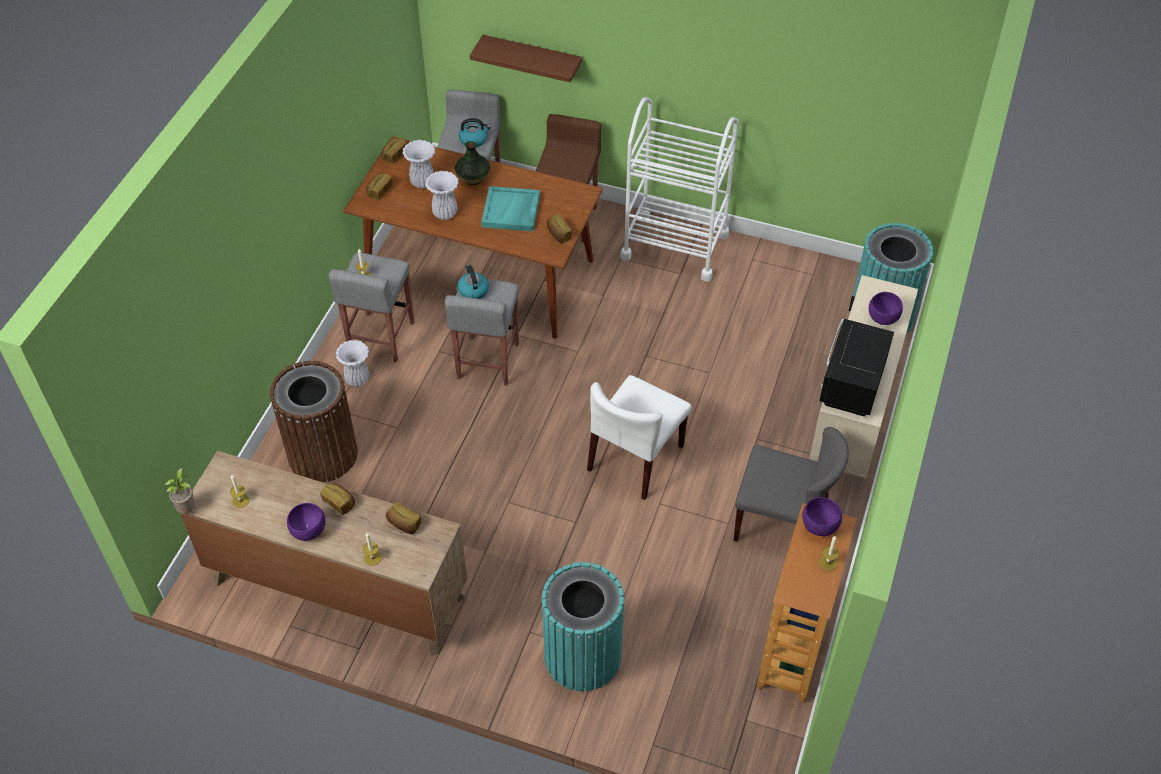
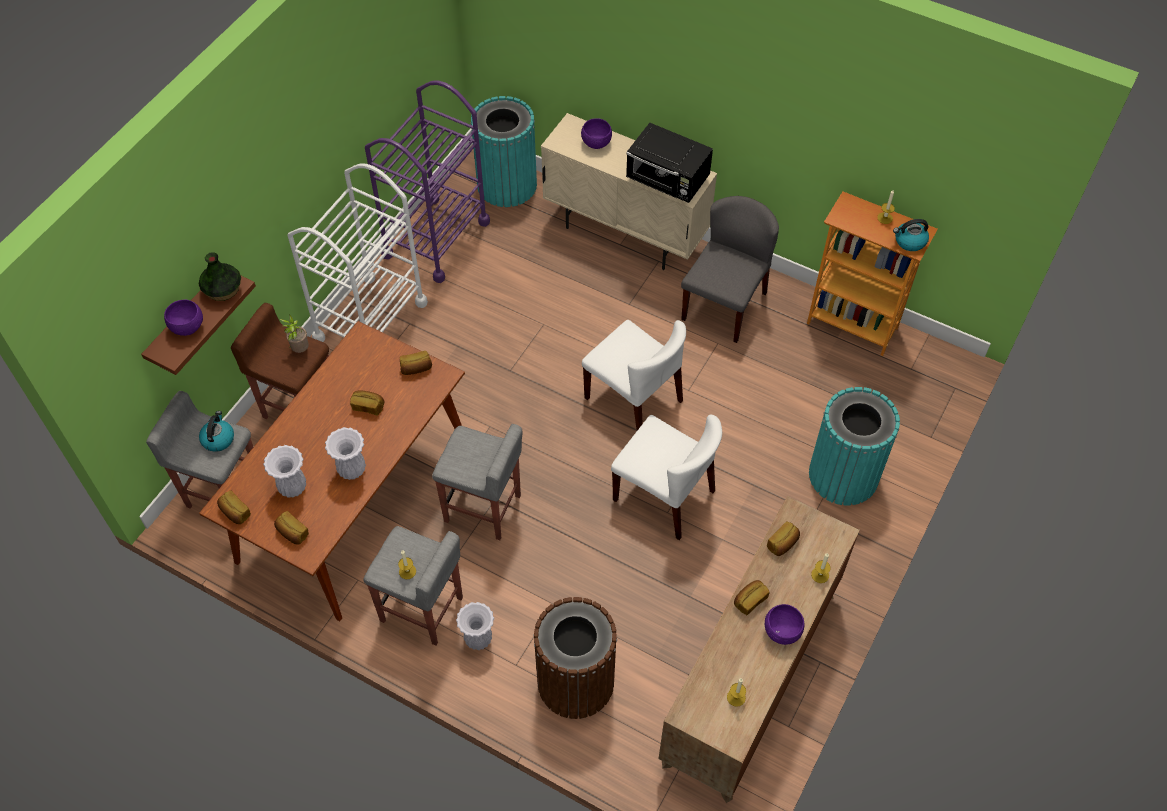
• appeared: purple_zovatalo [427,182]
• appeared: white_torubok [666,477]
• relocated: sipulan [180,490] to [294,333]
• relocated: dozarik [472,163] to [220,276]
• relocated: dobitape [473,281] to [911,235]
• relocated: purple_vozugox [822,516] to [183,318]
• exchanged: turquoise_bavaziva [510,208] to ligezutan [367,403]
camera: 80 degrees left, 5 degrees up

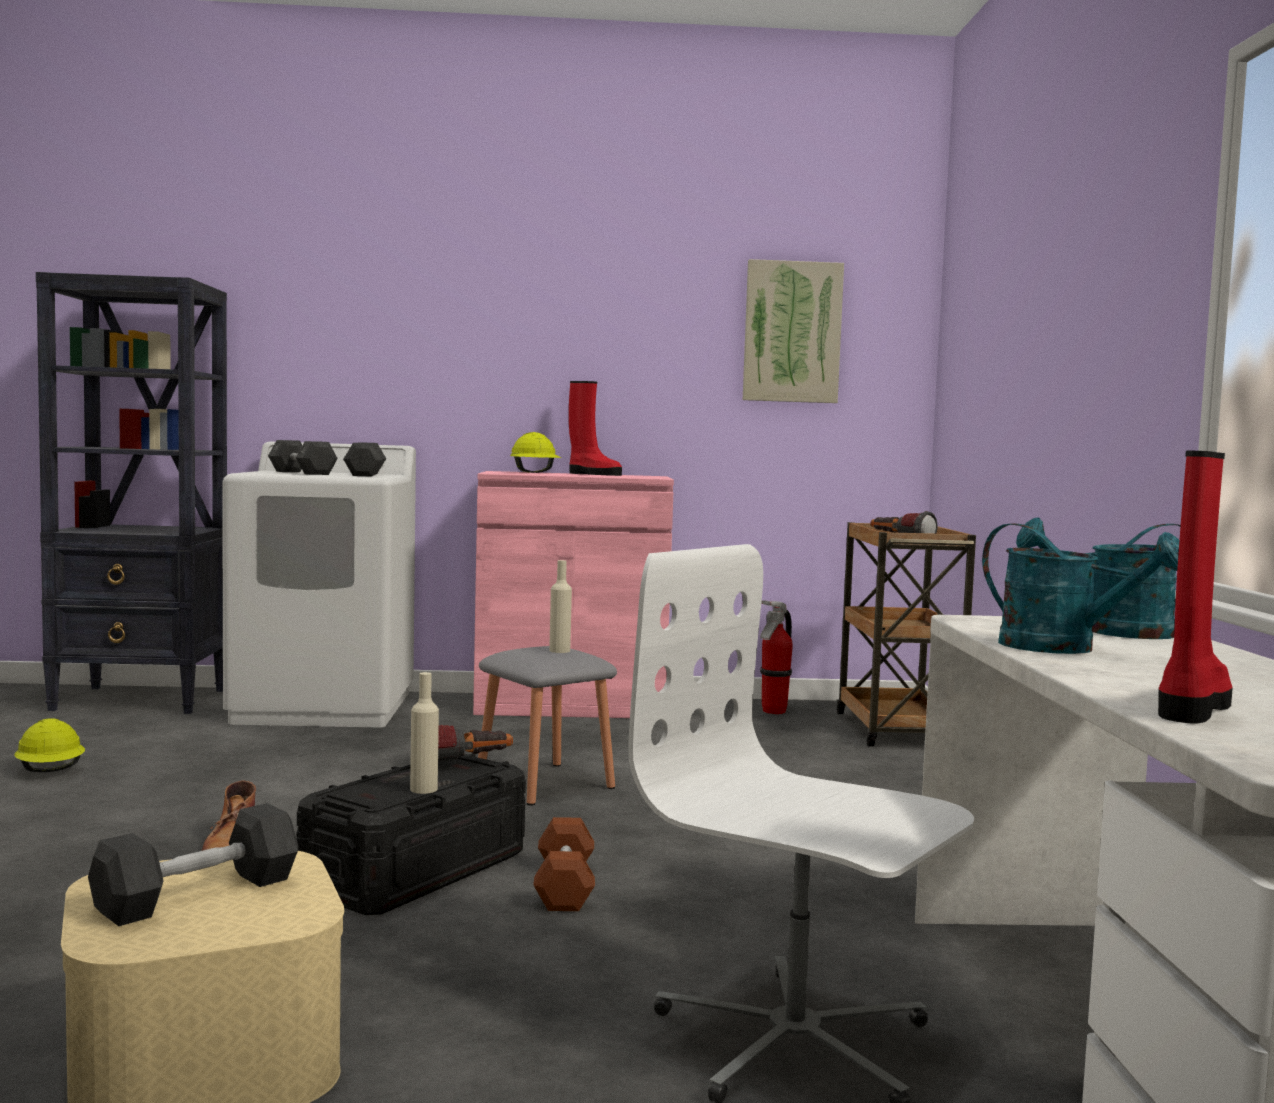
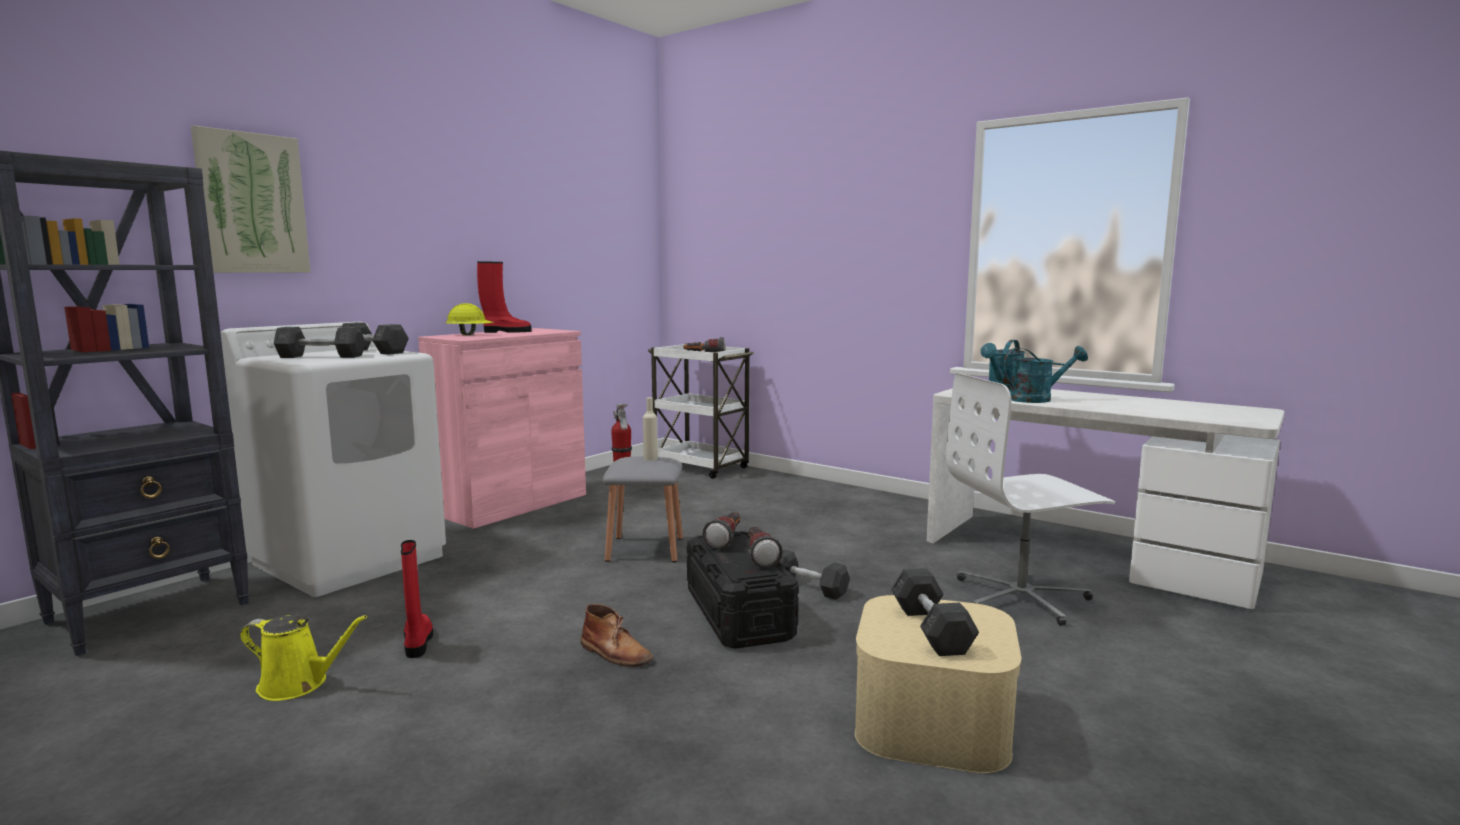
• relocated: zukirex [793,331] to [250,199]
• relocated: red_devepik [1195,587] to [417,599]
• exchanged: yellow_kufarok [49,745] to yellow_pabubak [303,658]
• exchanged: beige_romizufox [424,733] to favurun [766,548]
• colour: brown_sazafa [564,864] to grey_sazafa [815,574]
• colour: brown_zovatalo [906,634] to white_zovatalo [701,411]
camera: 50 degrees left, 5 degrees up

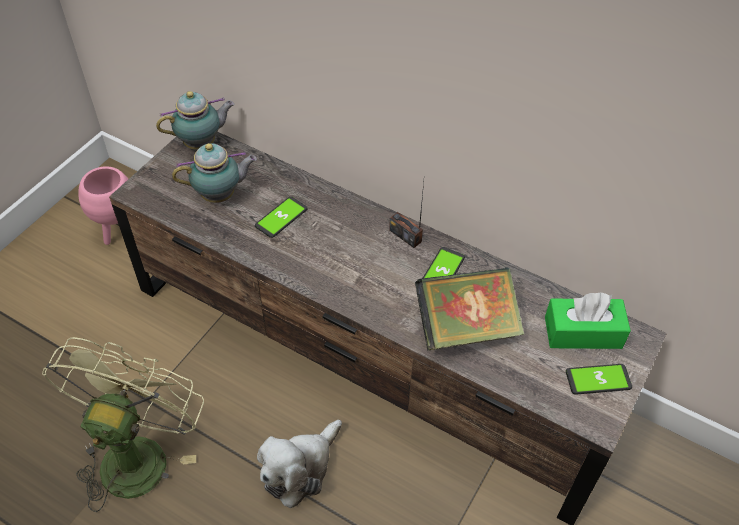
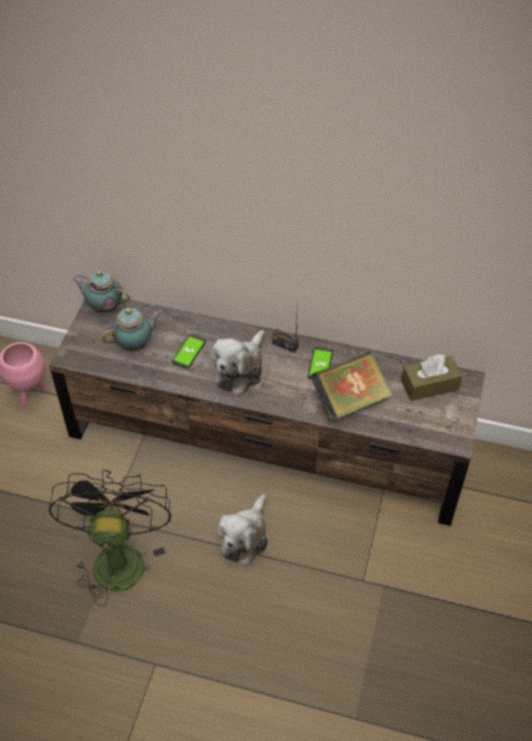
• missing: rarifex [599,379]
• appeared: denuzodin [238,363]
• colour: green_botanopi [123,424] to black_botanopi [110,538]
• colour: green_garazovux [588,320] to brown_garazovux [431,377]
• spun: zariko [195,120] = [101,292] 120 degrees counterclockwise
camera: 15 degrees left, 0 degrees up

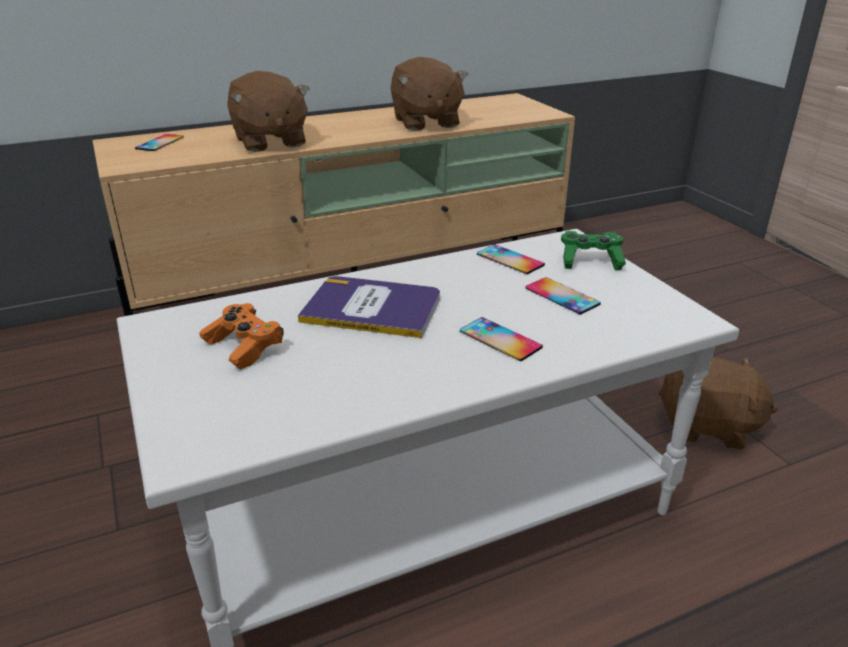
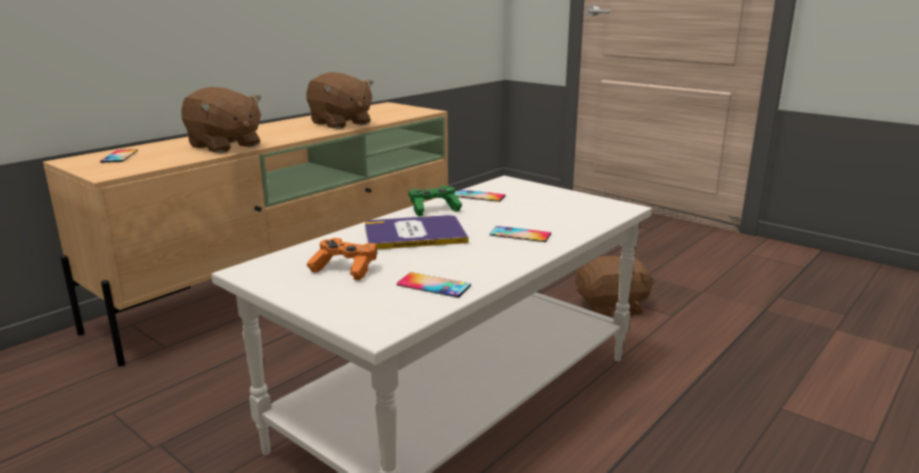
• relocated: rarifex [563,295] to [434,285]
• relocated: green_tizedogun [593,250] to [435,201]
camera: 25 degrees left, 10 degrees down

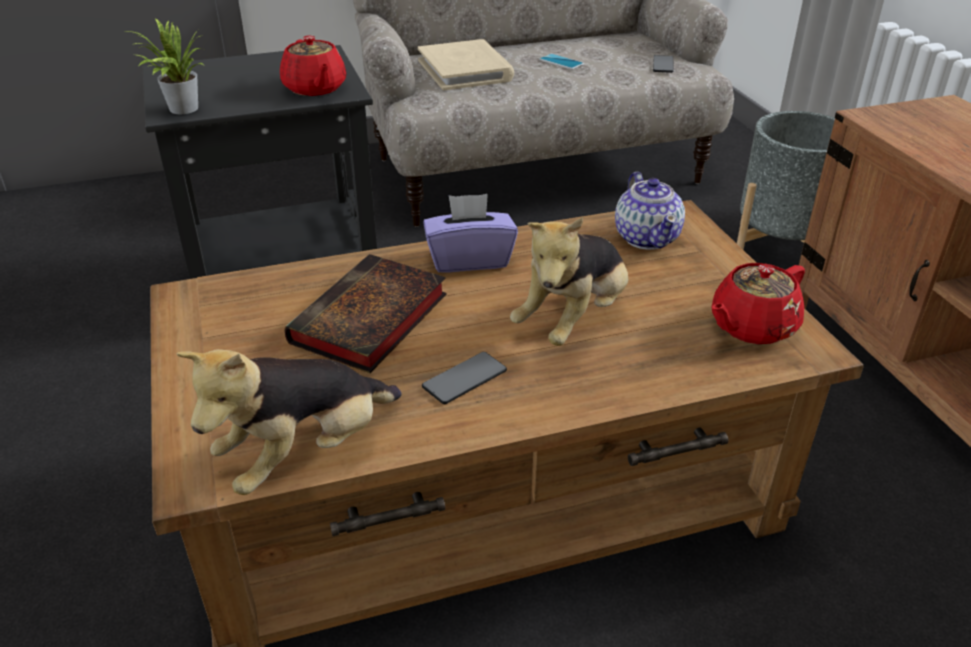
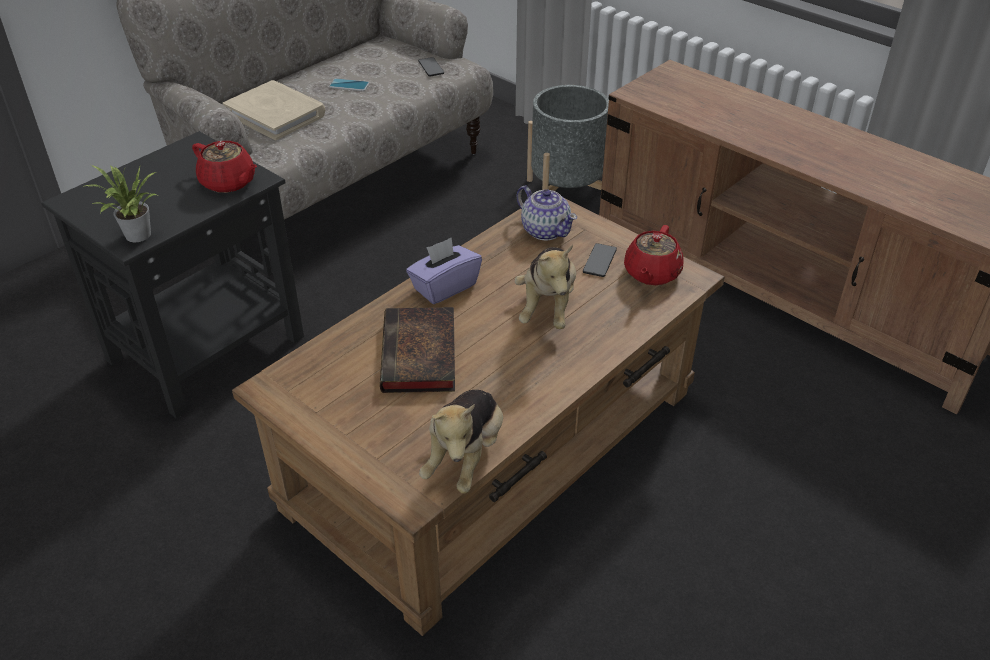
• relocated: rarifex [464,378] to [600,260]
camera: 30 degrees left, 5 degrees up

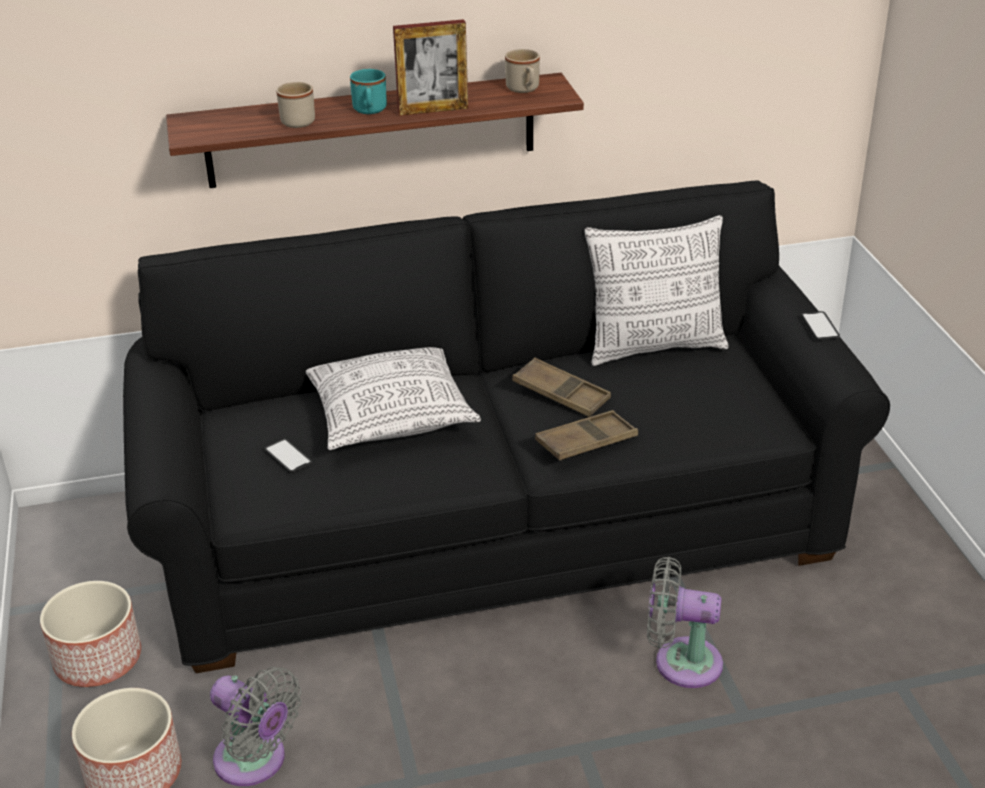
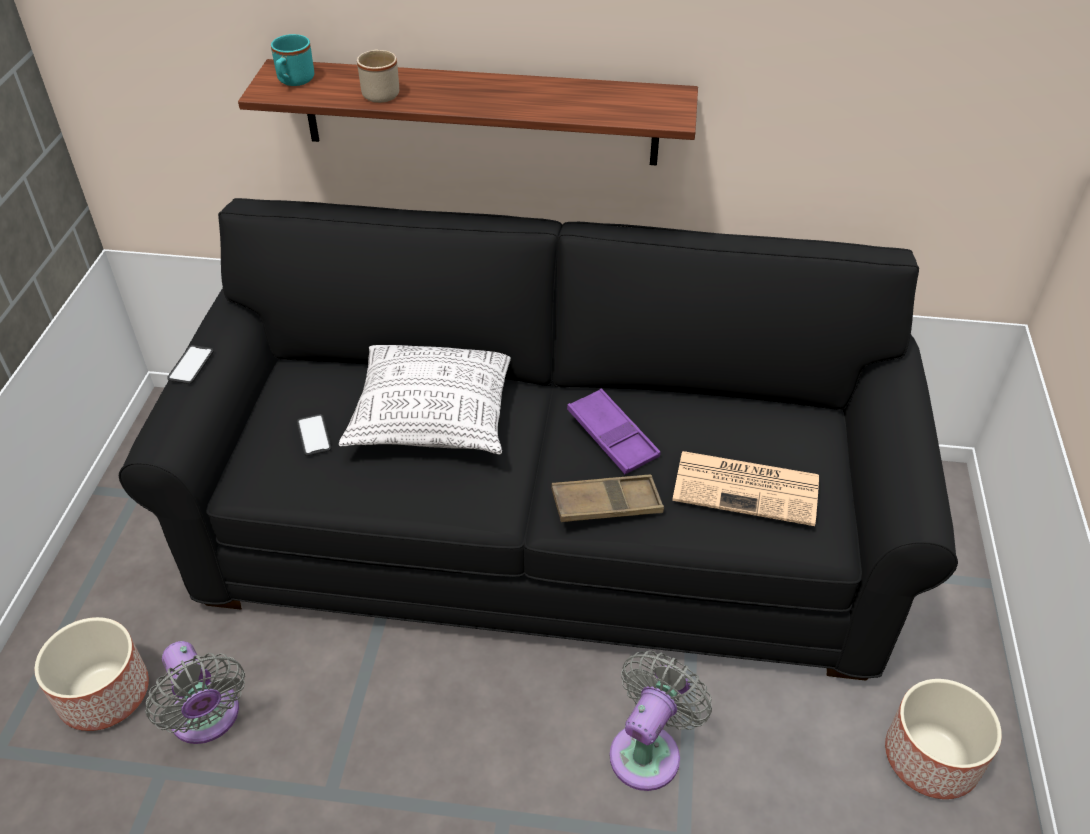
• missing: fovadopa [430,67]
• missing: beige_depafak [522,71]
• missing: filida [657,290]
• appeared: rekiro [745,488]
• relocated: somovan [90,634] to [943,739]
• relocated: turquoise_depafak [368,91] to [292,60]
• relocated: rarifex [820,325] to [190,364]
• colour: brown_bavaziva [561,387] to purple_bavaziva [614,431]
• spun: grey_botanopi [685,622] = [661,720] 90 degrees clockwise
camera: 20 degrees right, 10 degrees up

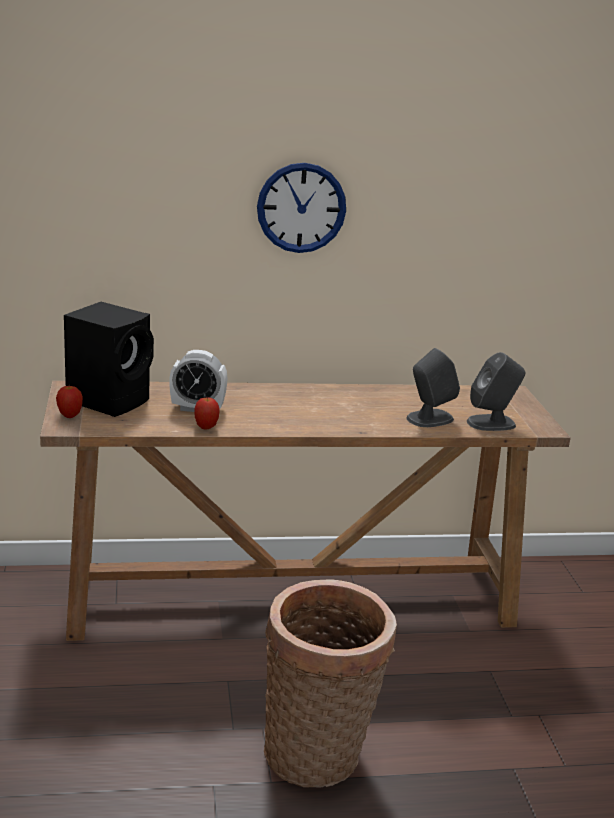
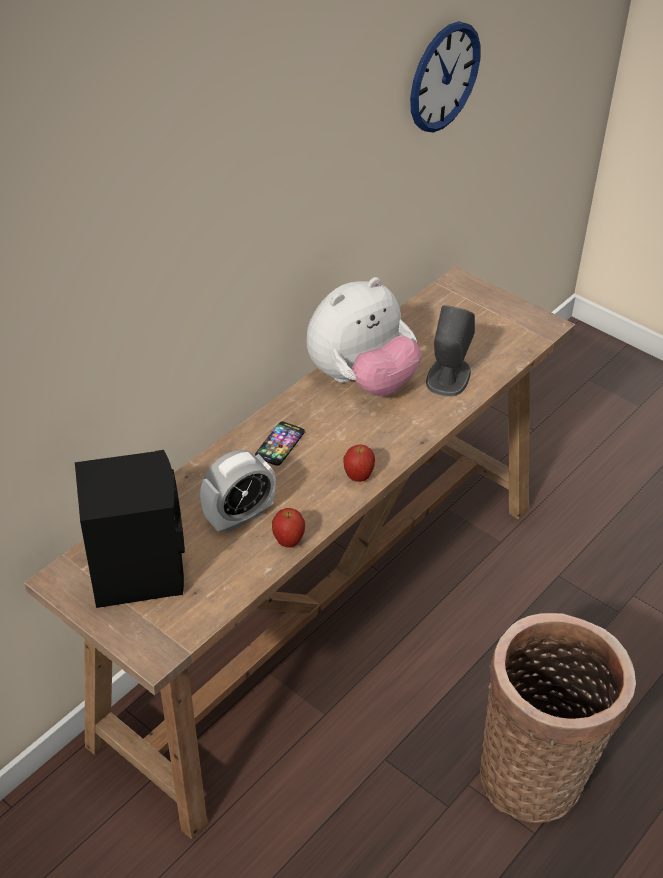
• missing: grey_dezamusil [496,391]
• appeared: rarifex [280,443]
• appeared: denuzodin [364,336]
• relocated: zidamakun [69,402] to [359,463]
• relocated: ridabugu [301,208] to [445,77]
camera: 40 degrees left, 20 degrees up

